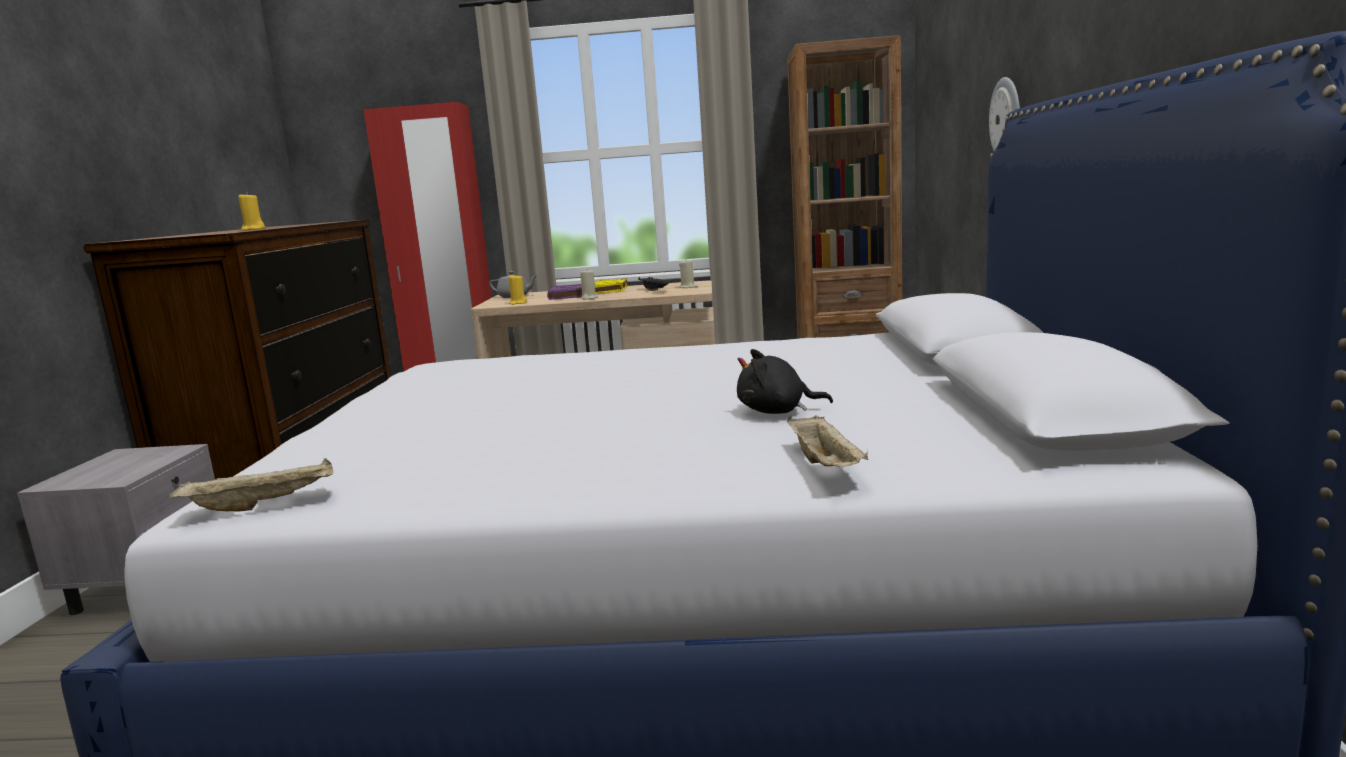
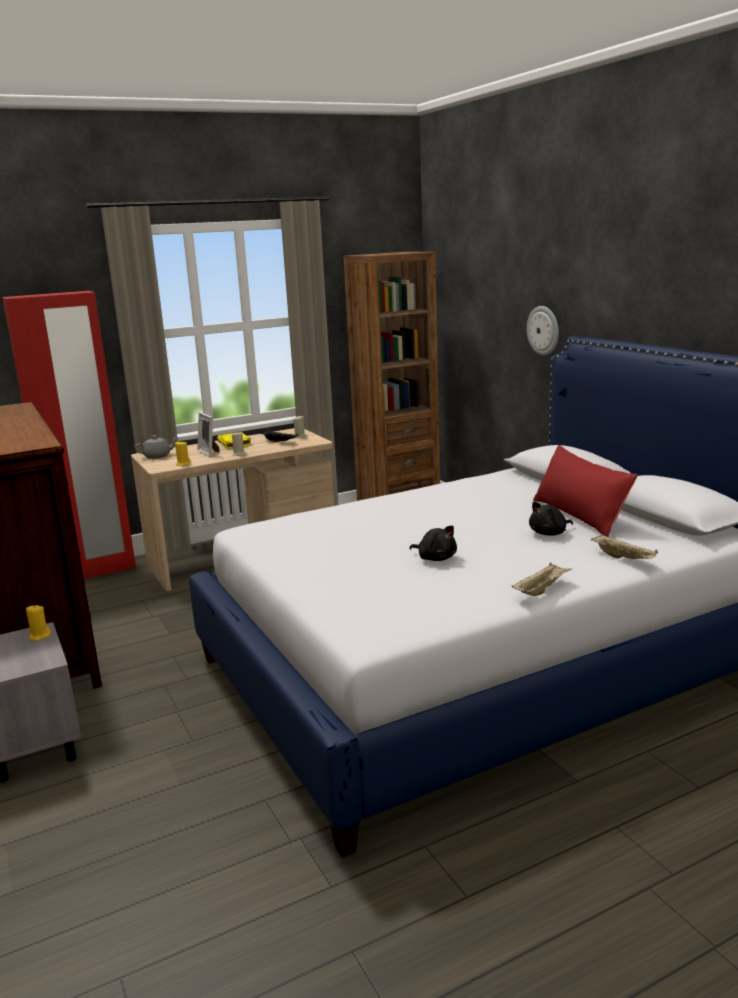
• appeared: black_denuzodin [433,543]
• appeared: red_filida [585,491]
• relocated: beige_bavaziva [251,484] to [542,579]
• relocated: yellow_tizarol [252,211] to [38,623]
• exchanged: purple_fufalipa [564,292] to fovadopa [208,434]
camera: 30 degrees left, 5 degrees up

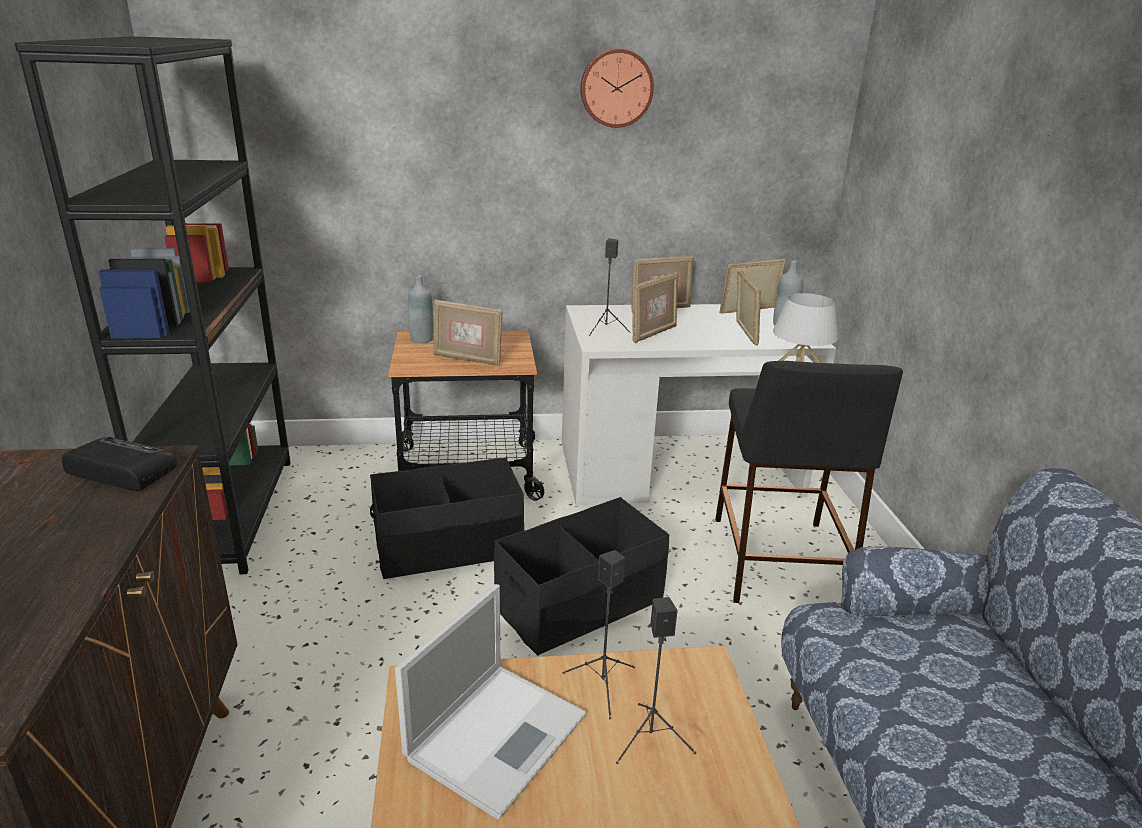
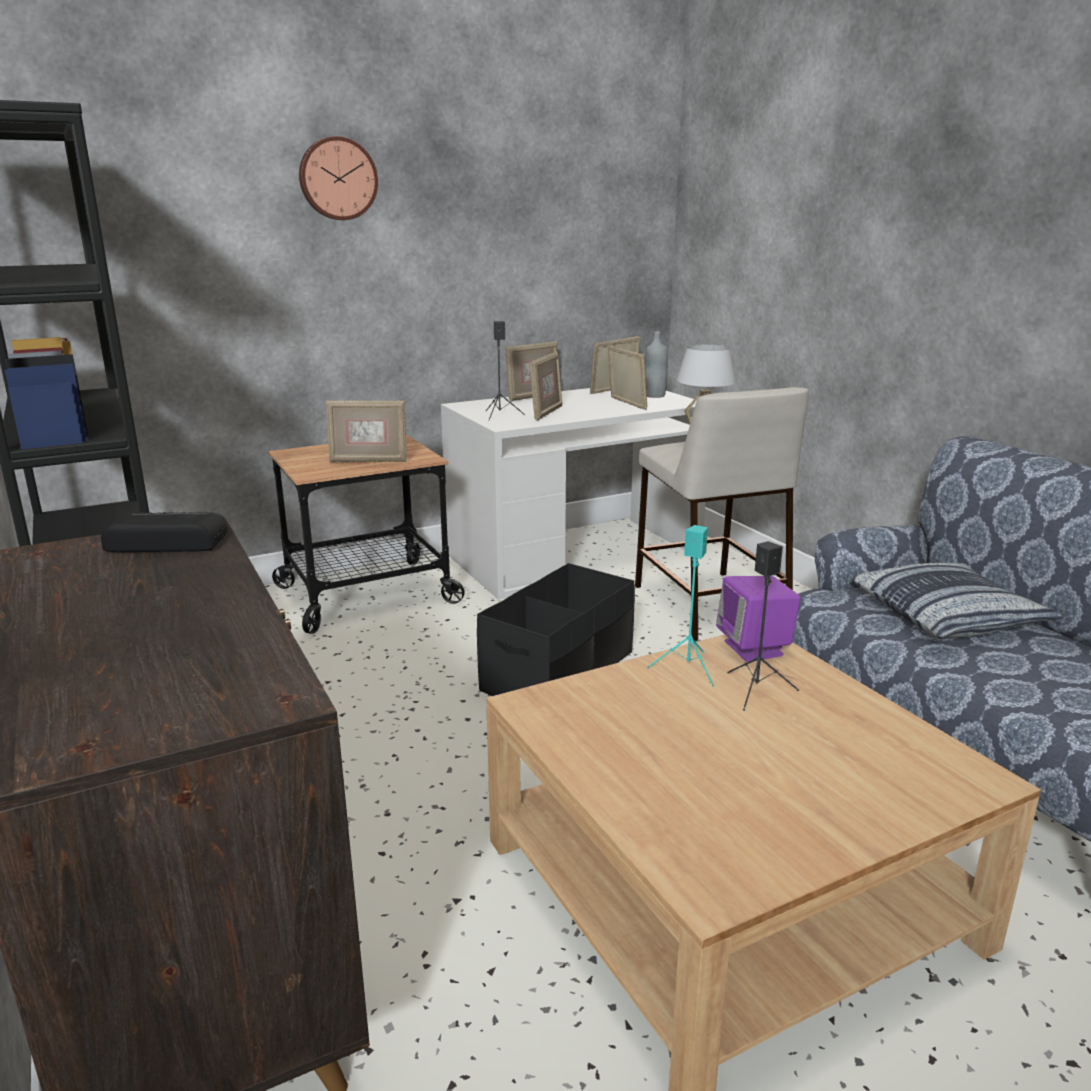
• missing: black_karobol [447,518]
• missing: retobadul [490,702]
• missing: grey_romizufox [421,309]
• appeared: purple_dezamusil [758,619]
• appeared: filida [957,601]
• relocated: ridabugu [617,88] to [338,178]
• colour: black_dezamusil [599,634] to turquoise_dezamusil [680,606]
• colour: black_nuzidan [809,482] to beige_nuzidan [722,514]
camera: 20 degrees left, 5 degrees down

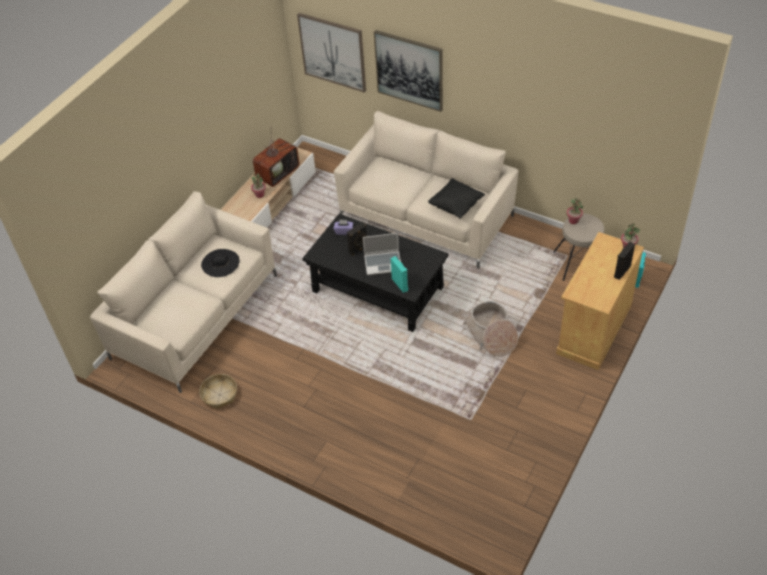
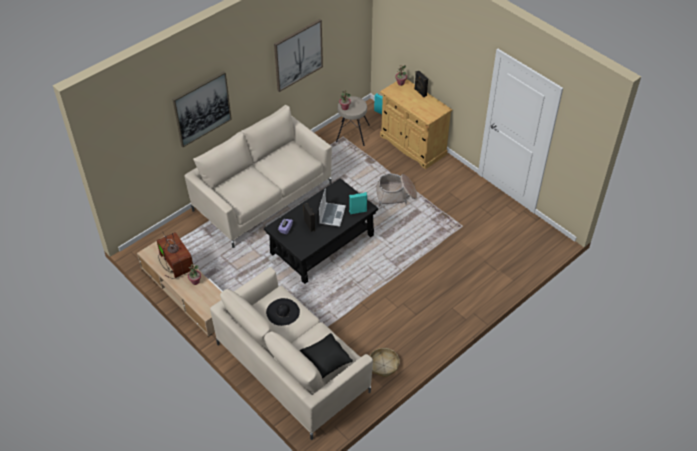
• relocated: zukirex [331,53] to [298,55]
• relocated: black_filida [456,198] to [326,355]
camera: 75 degrees left, 0 degrees up

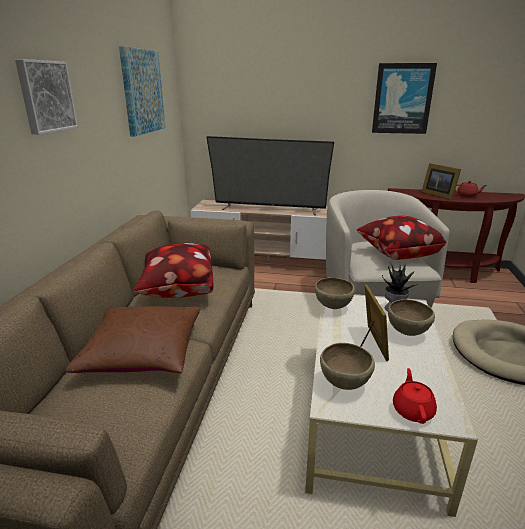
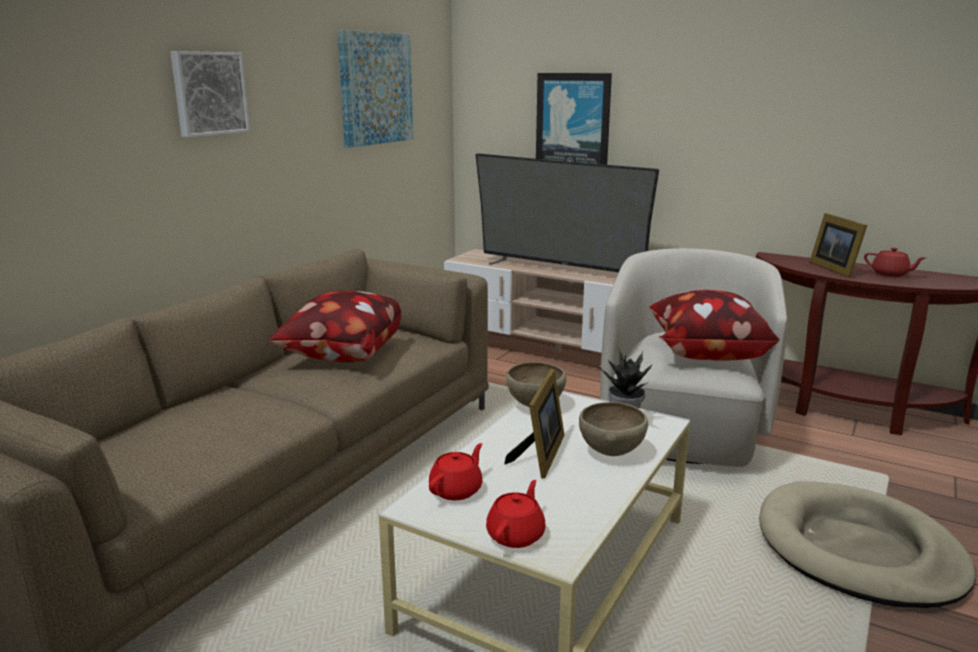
• missing: brown_filida [132,339]
• relocated: zukirex [404,98] to [574,119]
• exchanged: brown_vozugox [347,366] to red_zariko [456,471]
camera: 20 degrees right, 5 degrees down

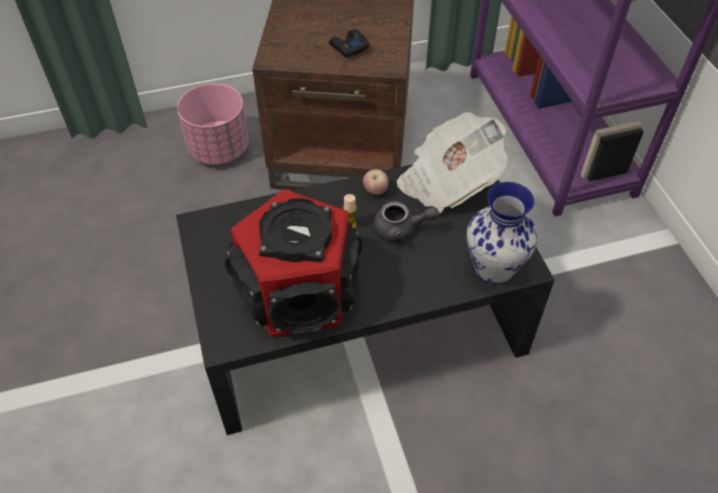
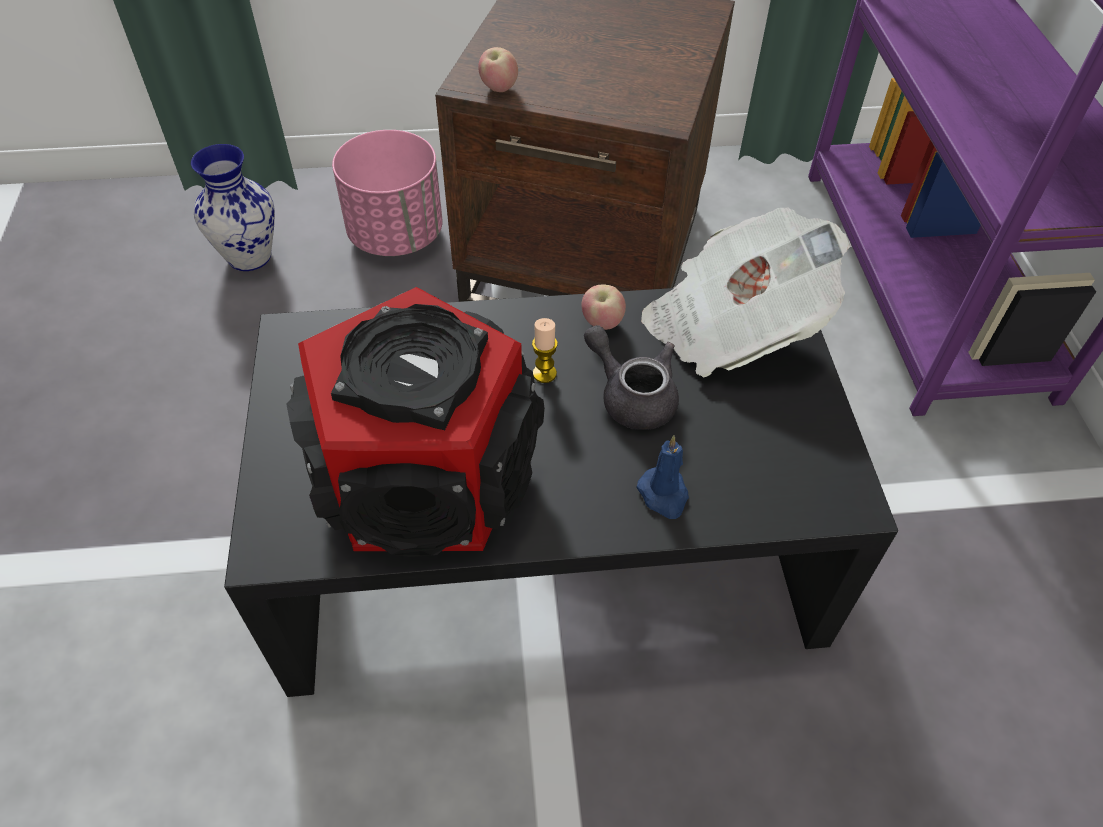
• missing: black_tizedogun [349,43]
• appeared: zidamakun [498,69]
• appeared: blue_tizarol [663,477]
• relocated: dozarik [502,233] to [233,207]
• spun: grey_zariko [406,221] = [631,377] 150 degrees counterclockwise
camera: 10 degrees right, 0 degrees up

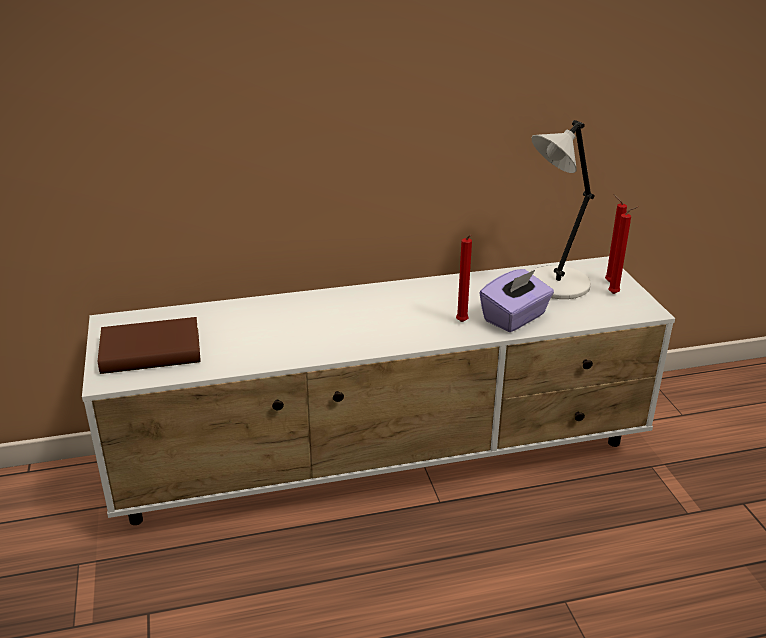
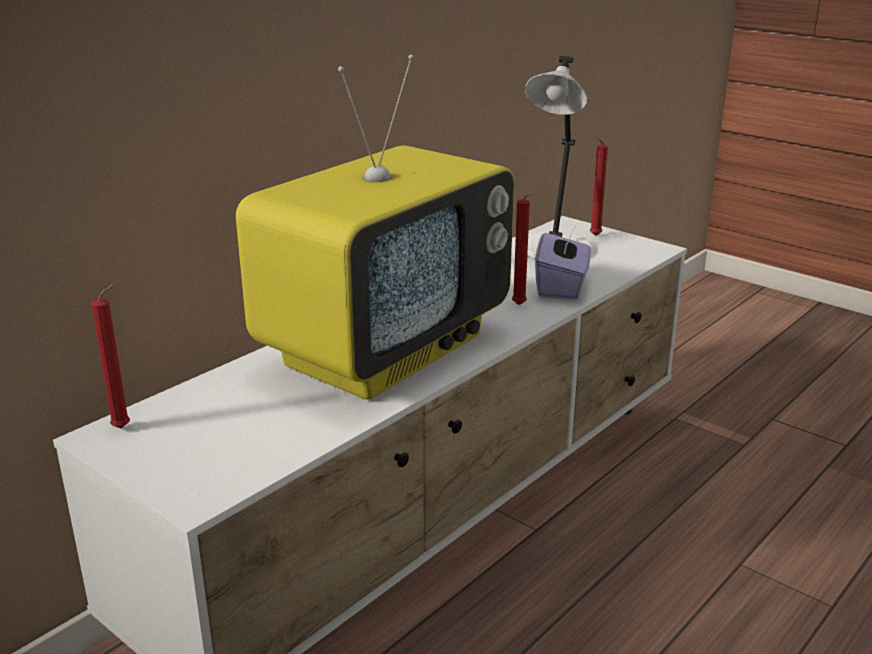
• missing: brown_fufalipa [149,345]
• appeared: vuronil [375,227]
• relocated: red_tizarol [623,250] to [110,355]
camera: 35 degrees left, 5 degrees down

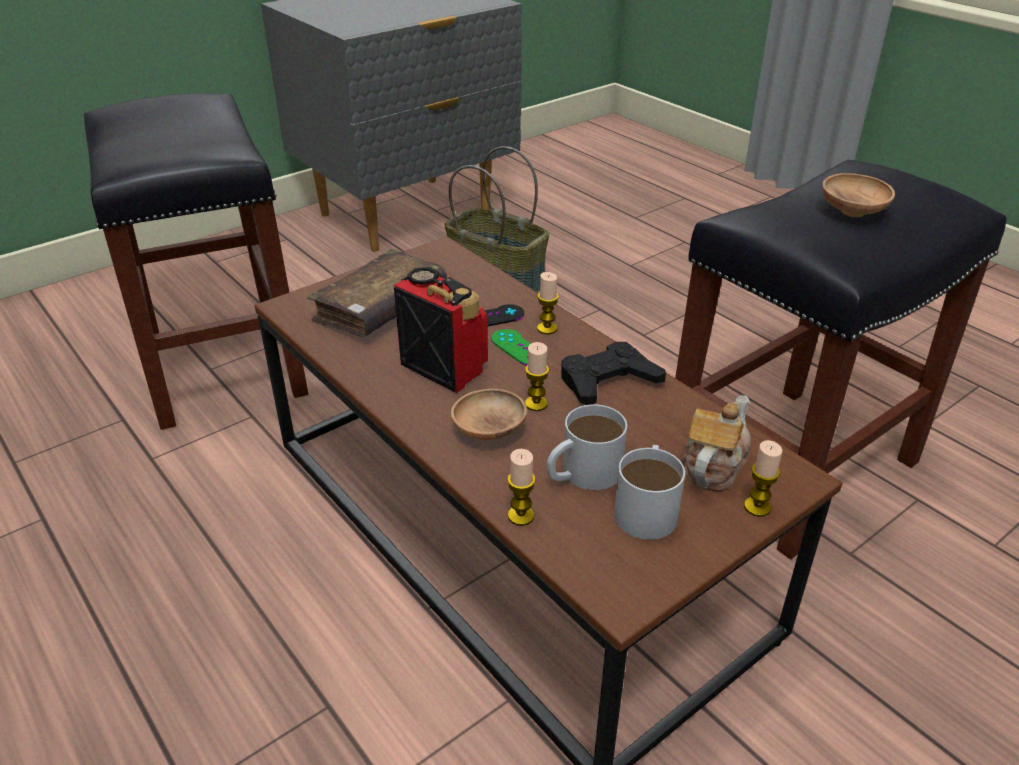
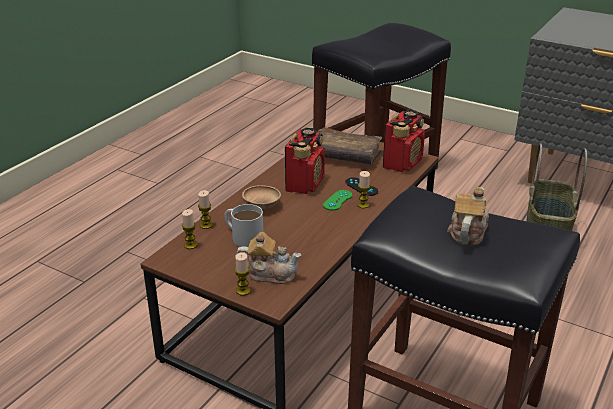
• missing: black_tizedogun [613,373]
• missing: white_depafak [649,492]
• appeared: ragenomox [404,141]
• relocated: tizarol [537,376] to [189,229]
• exchanged: brown_vozugox [858,195] to zariko [468,216]
camera: 70 degrees right, 5 degrees down

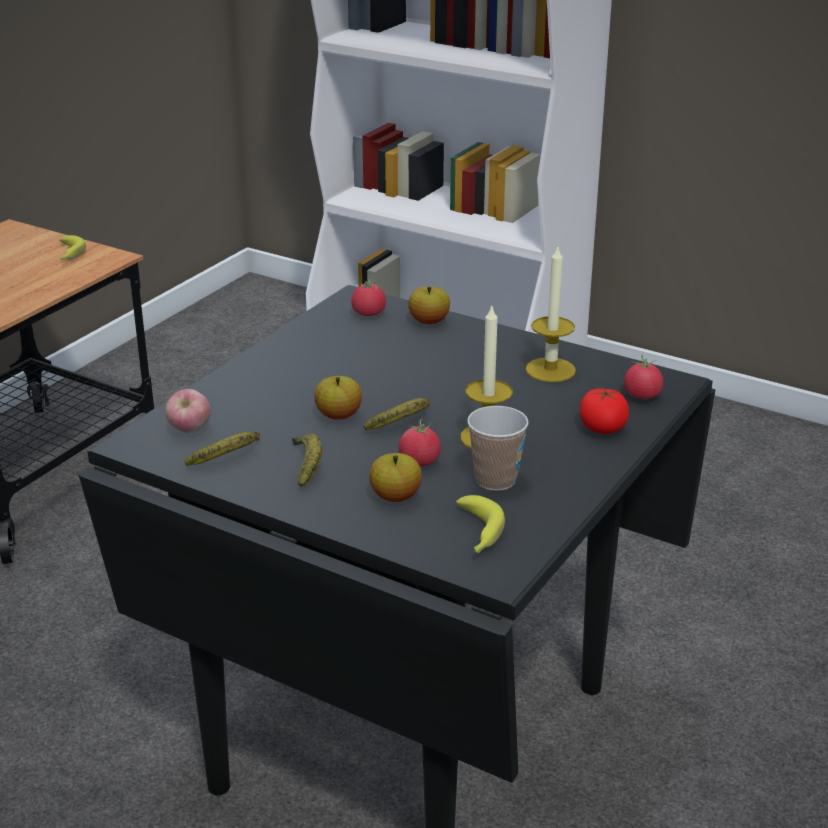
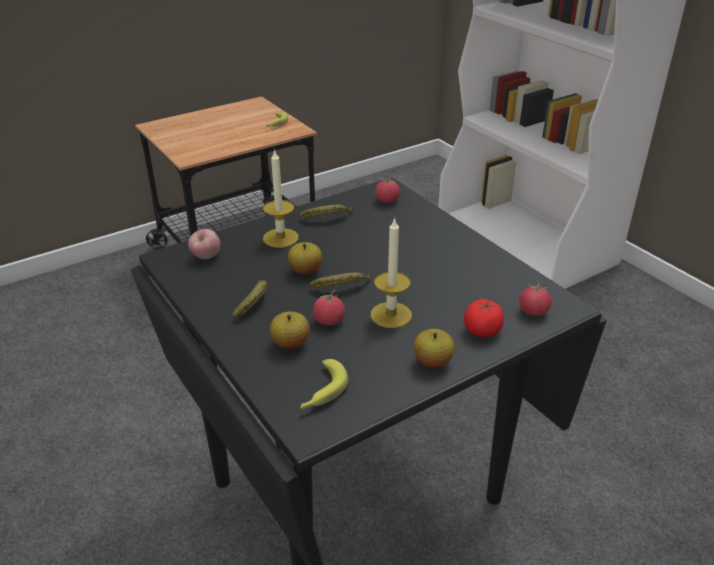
• missing: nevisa [497,448]
• relocated: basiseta [222,448] to [326,211]
• relocated: zidamakun [429,305] to [434,348]
• relocated: tizarol [550,314] to [281,198]
camera: 25 degrees right, 5 degrees up

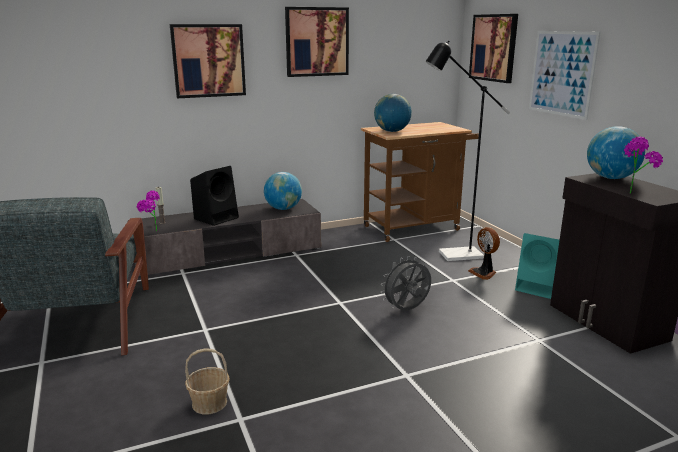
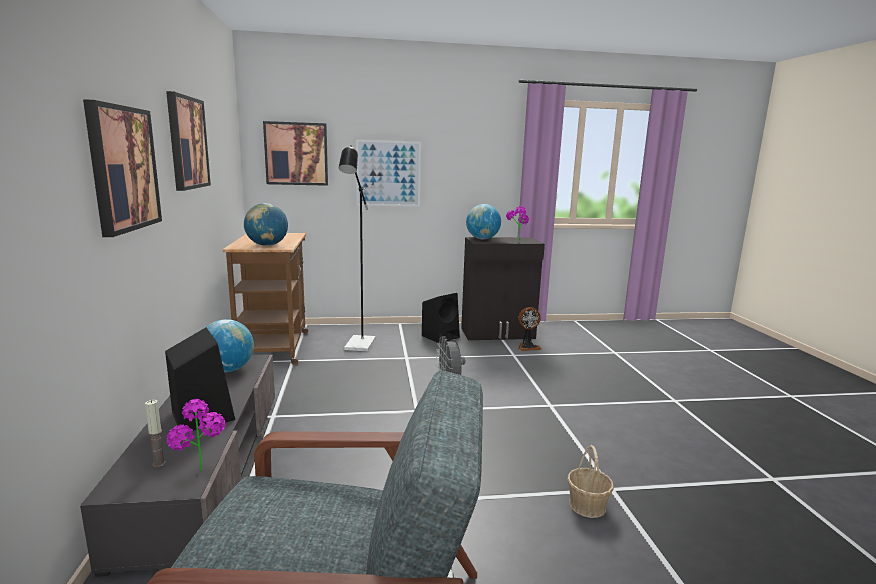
• relocated: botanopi [484,253] to [529,329]
• colour: turquoise_dezamusil [537,266] to black_dezamusil [441,318]
camera: 75 degrees left, 5 degrees down

